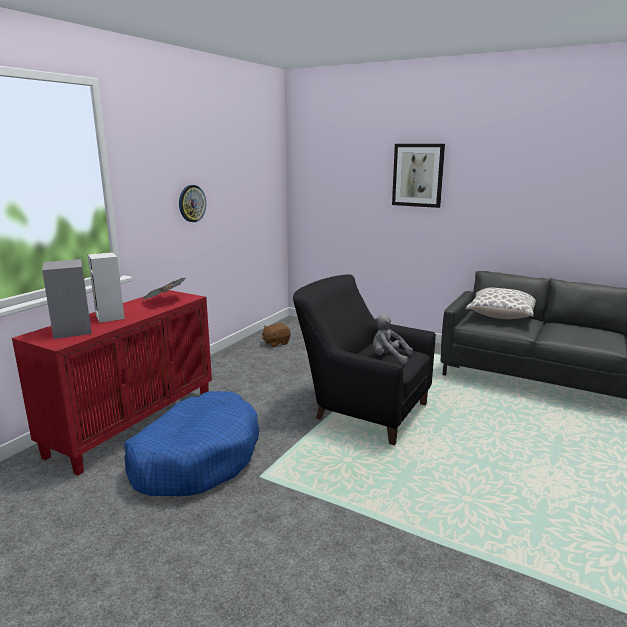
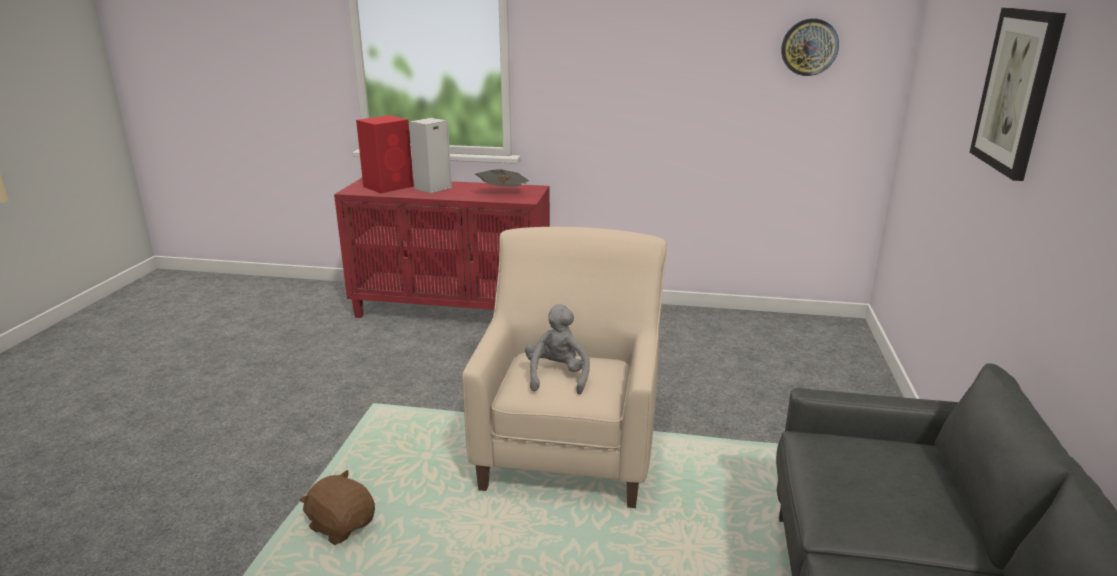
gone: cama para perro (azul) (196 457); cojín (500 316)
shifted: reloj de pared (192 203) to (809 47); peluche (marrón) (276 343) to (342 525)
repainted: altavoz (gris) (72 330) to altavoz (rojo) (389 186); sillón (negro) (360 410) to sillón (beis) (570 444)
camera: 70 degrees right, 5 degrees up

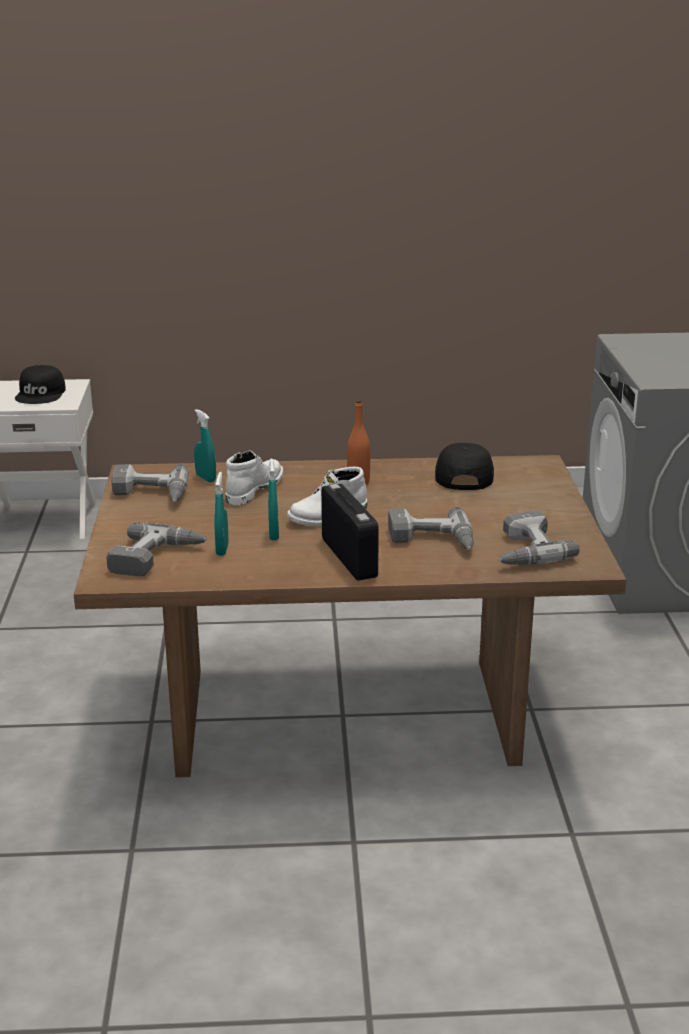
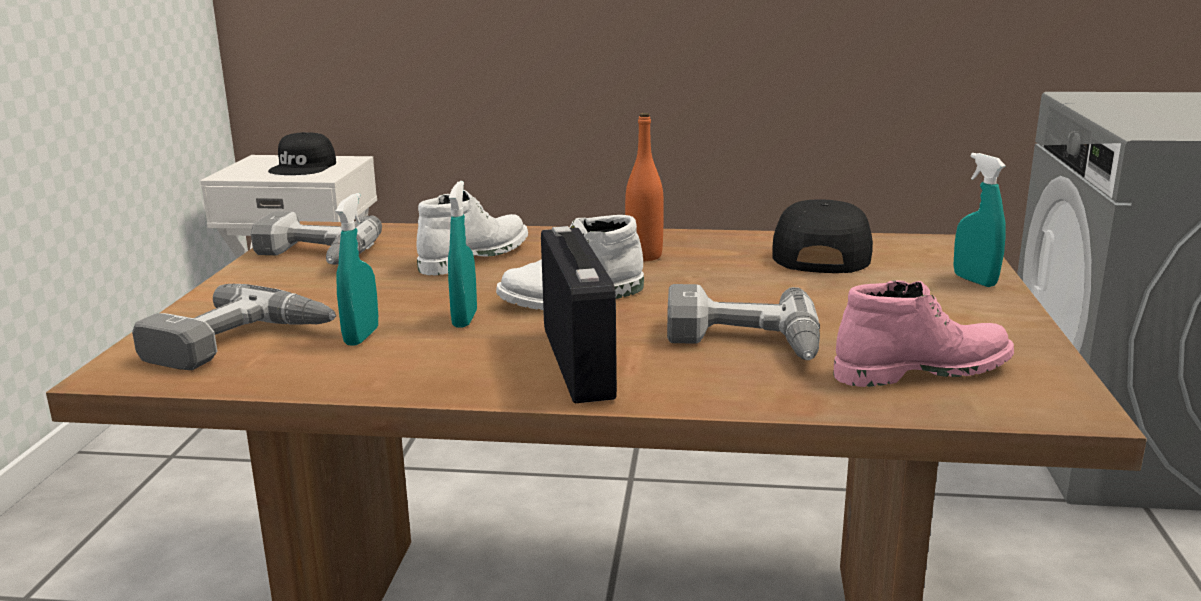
shifted: pulverizador (turquesa) (205 478) to (974 280)
swapped: taladro (524 550) to bota (rosa) (920 370)
camera: 10 degrees right, 5 degrees down

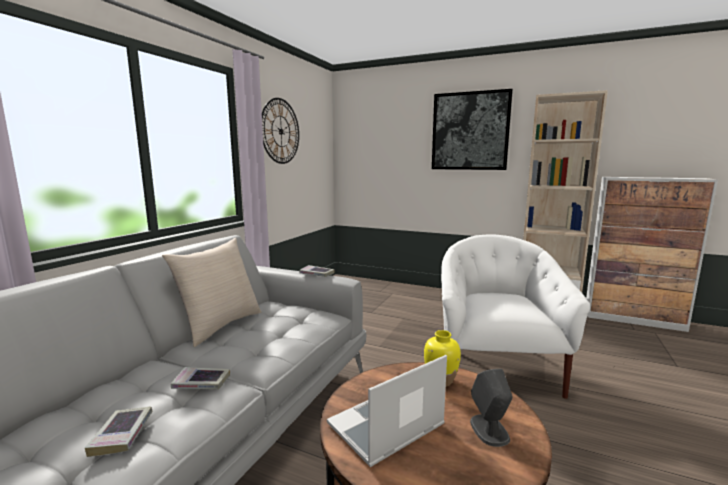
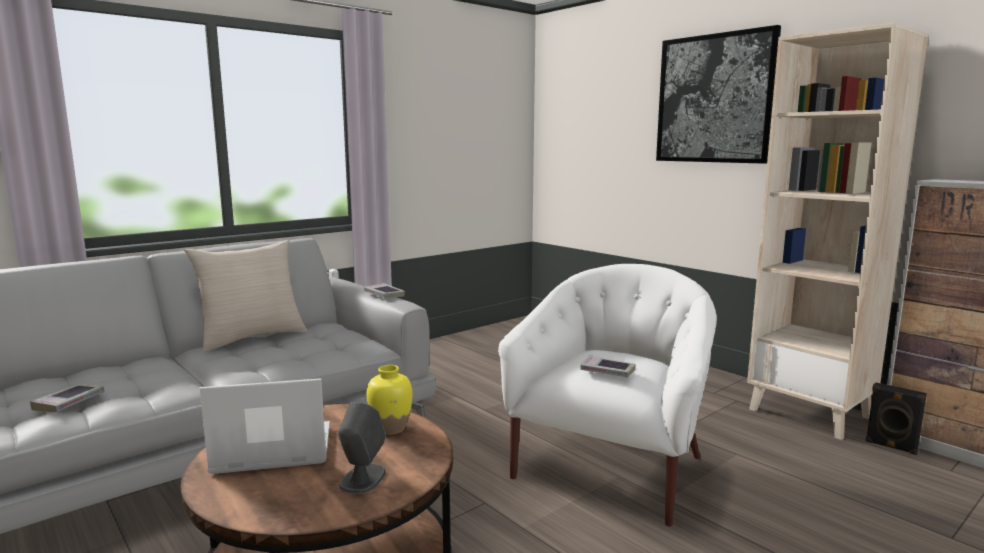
gone: reloj de pared (280 131)
new: altavoz (negro) (891 446)
shifted: libro (201 383) to (607 371)
camera: 25 degrees right, 0 degrees up

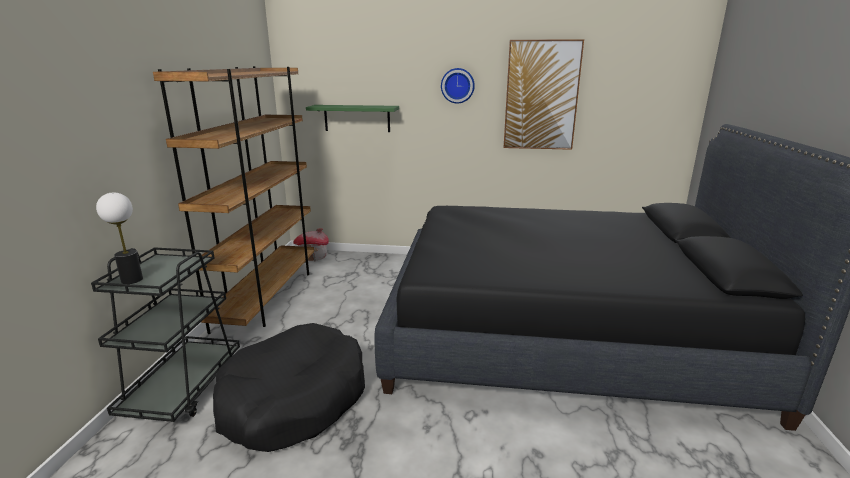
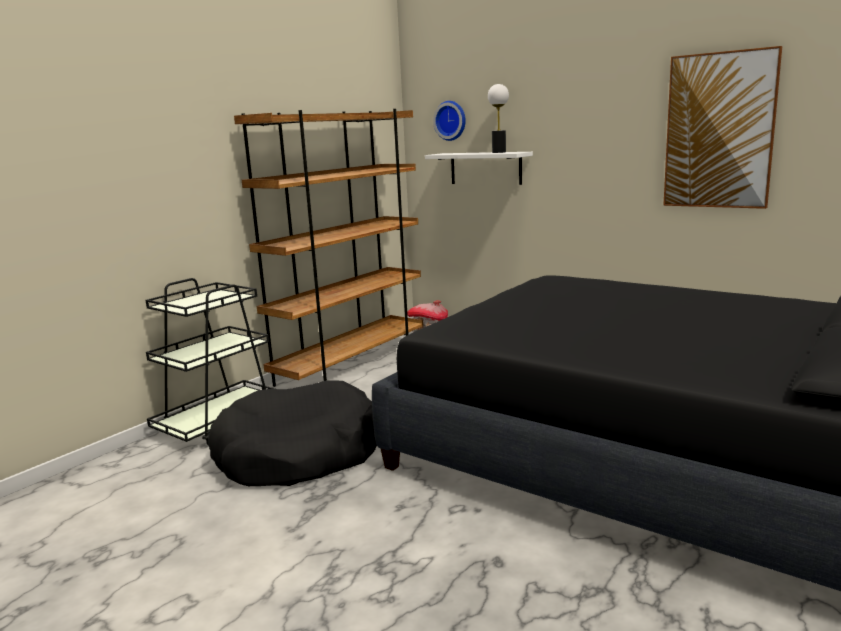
shifted: lámpara de mesa (132 280) to (499 152); reloj de pared (457 85) to (451 120)
repainted: estante (verde) (357 118) to estante (blanco) (485 168)
camera: 30 degrees right, 5 degrees down

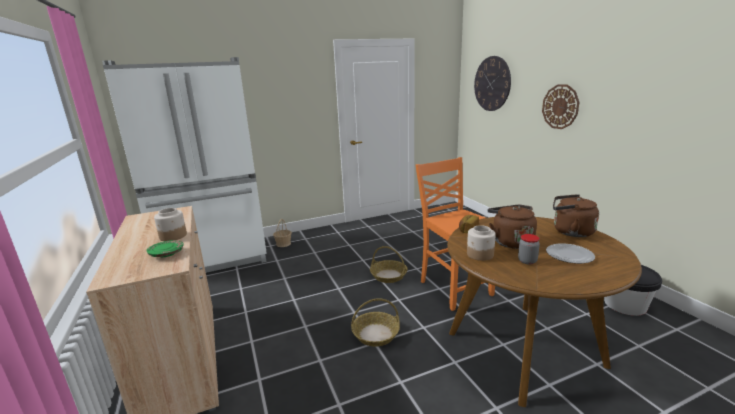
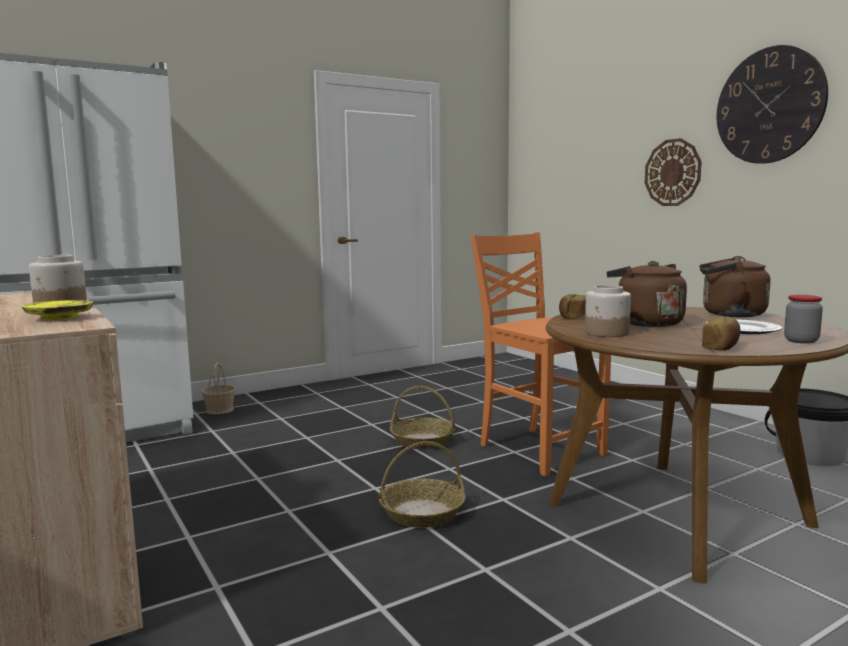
new: pan (721 347)
shifted: reloj de pared (492 83) to (769 105); tarro (527 261) to (801 341)
repainted: plato (verde) (166 254) to plato (amarillo) (59 318)
camera: 10 degrees left, 10 degrees down

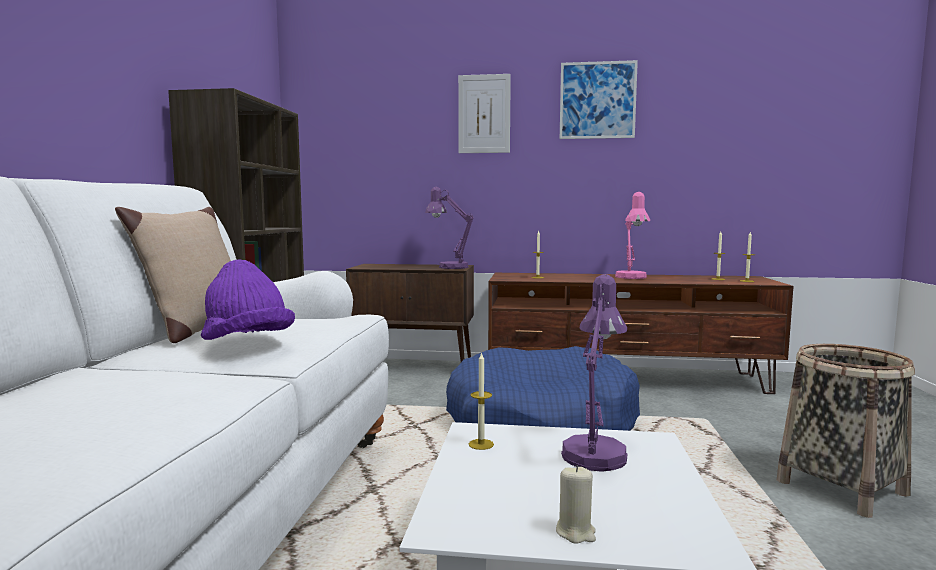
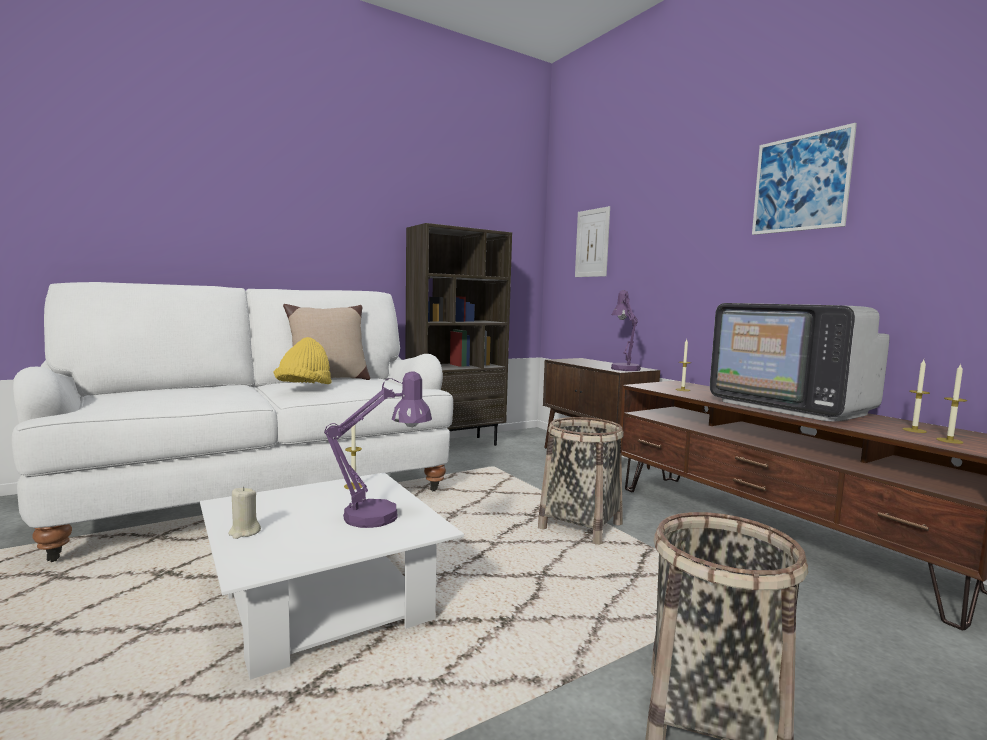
shifted: cuadro (484 114) to (592 243)
swapped: cama para perro (azul) (541 421) to cesta (581 526); lámpara de mesa (rosa) (632 278) to televisor (789 407)
repainted: sombrero (morado) (247 343) to sombrero (amarillo) (304 387)
camera: 50 degrees right, 0 degrees up

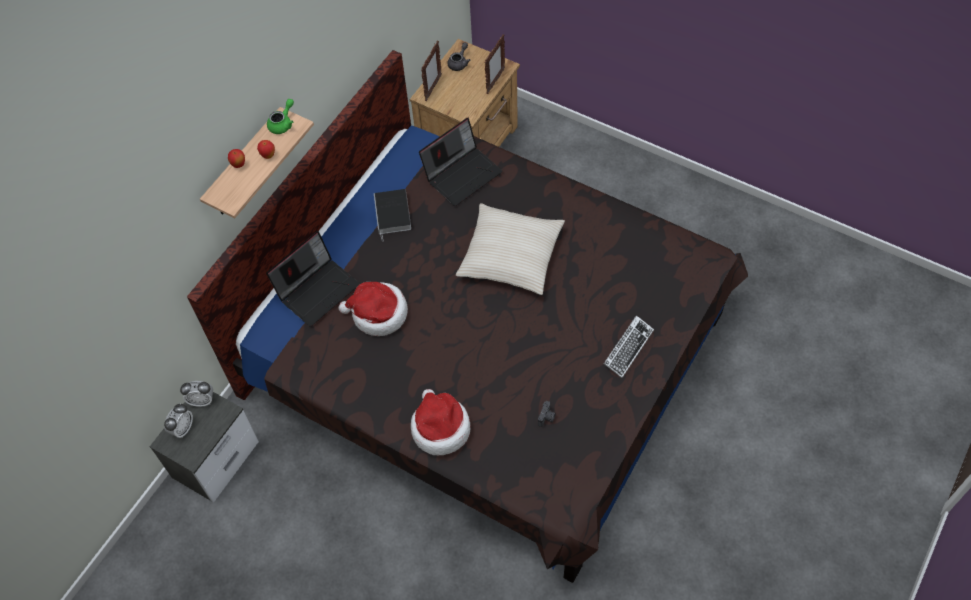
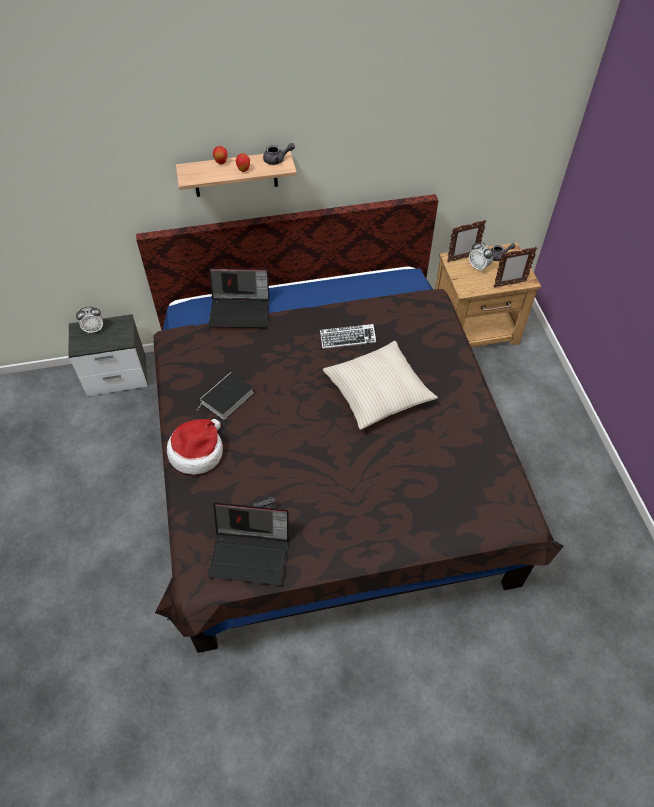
gone: sombrero (378 314)
shifted: despertador (202 400) to (478 267); libro (393 215) to (226 399); portátil (462 173) to (251 553); teclado (628 348) to (347 338)
repainted: tetera (verde) (283 124) to tetera (gris) (277 160)
camera: 45 degrees right, 5 degrees down

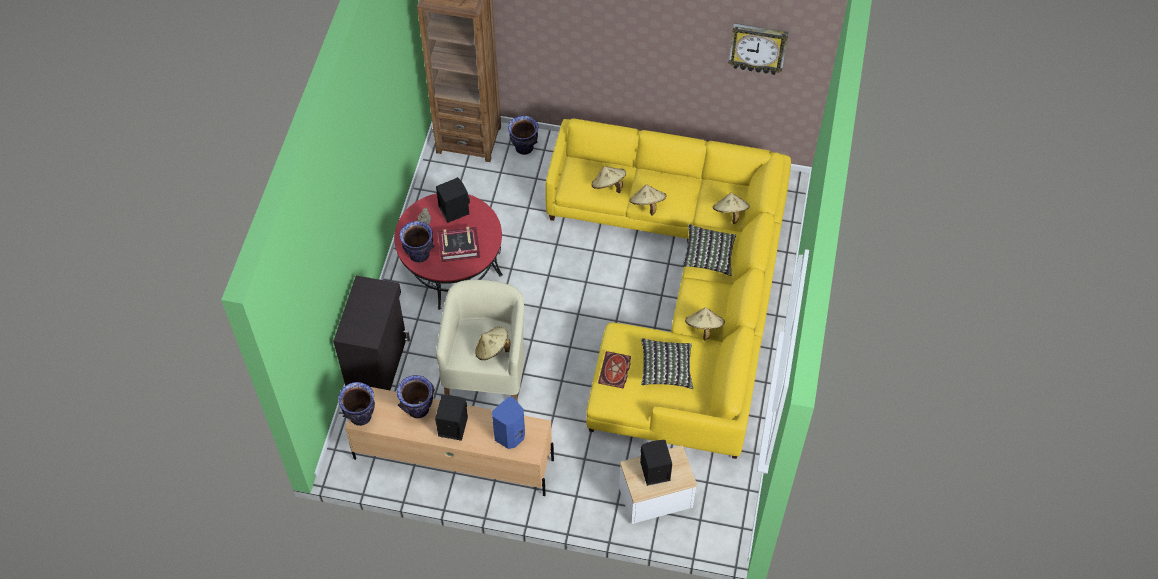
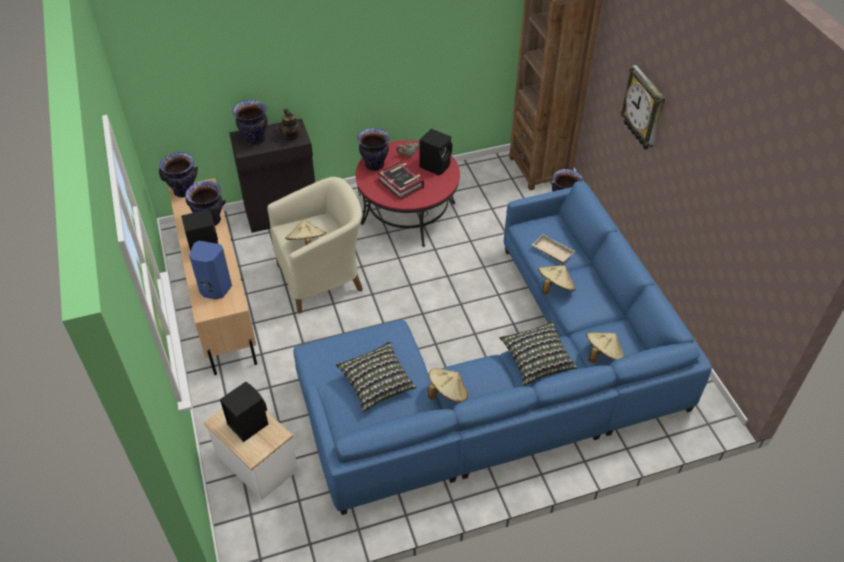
gone: libro (615 372)
new: florero (255 139); tetera (291 136)
shifted: reloj de pared (758 48) to (644 109)
swapped: sombrero (beis) (608 186) to bandeja (beis) (551 251)
repainted: sofá (amarillo) (680 291) to sofá (azul) (506 378)
camera: 60 degrees right, 10 degrees down

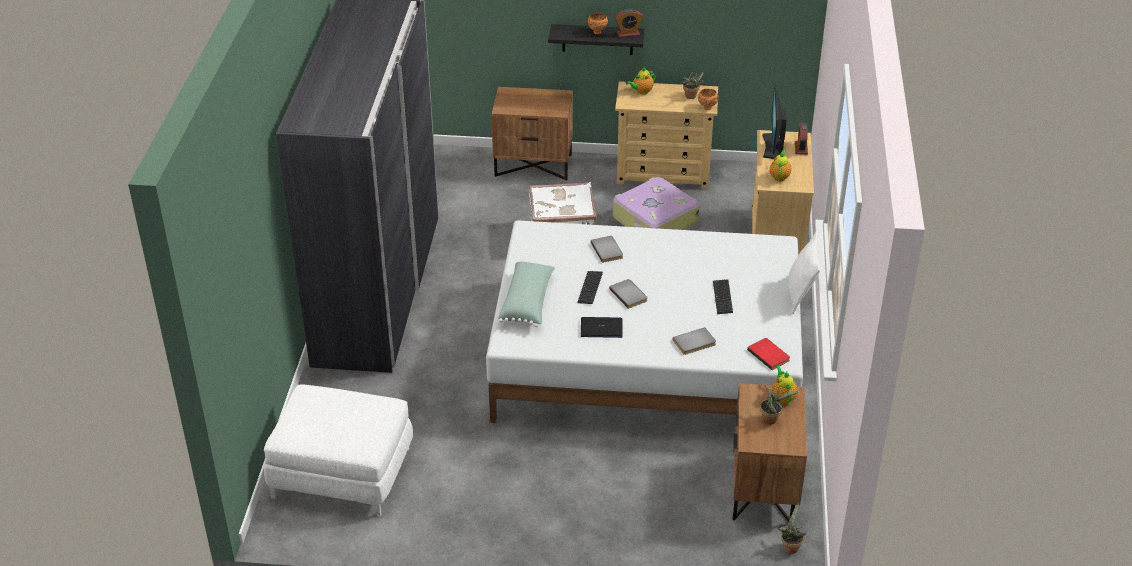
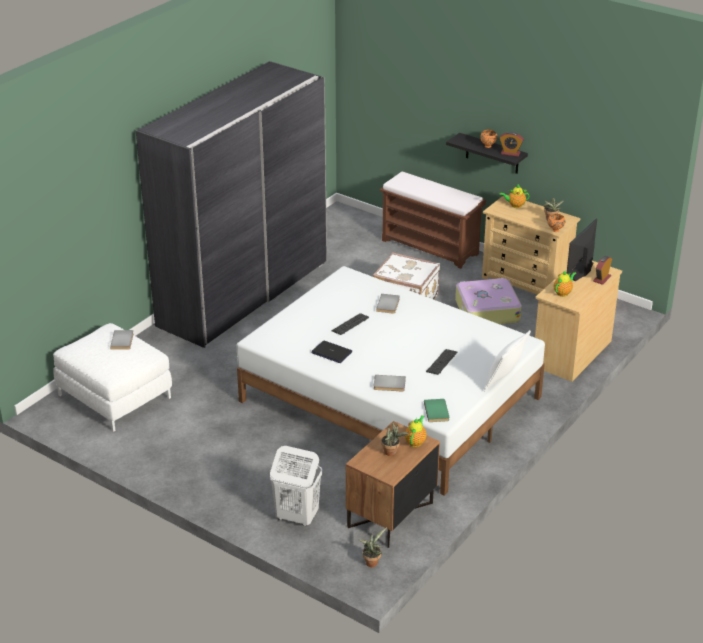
gone: cojín (verde) (528 302)
new: cesto de la ropa (blanco) (296 517)
shifted: libro (gris) (629 294) to (123 341)
swapped: mesita de noche (marrón) (533 165) to banco (marrón) (431 247)
repainted: libro (rojo) (769 355) to libro (verde) (437 411)
camera: 30 degrees right, 5 degrees down

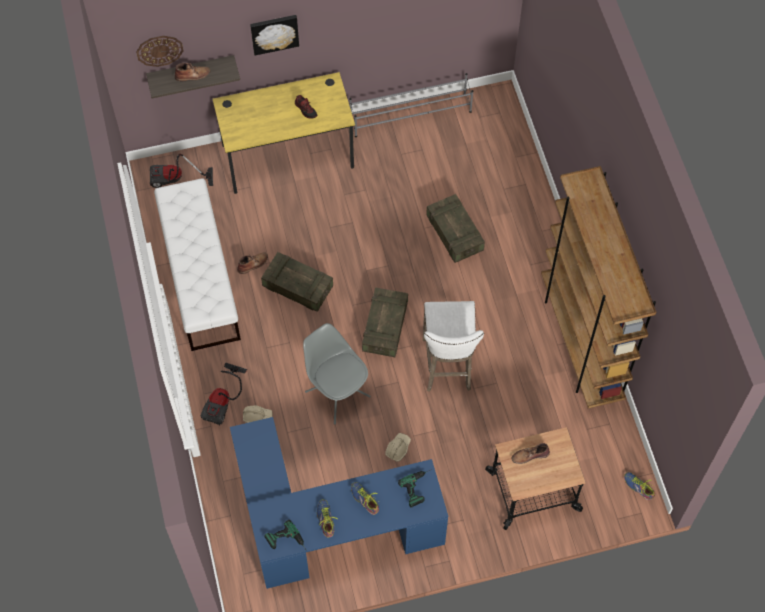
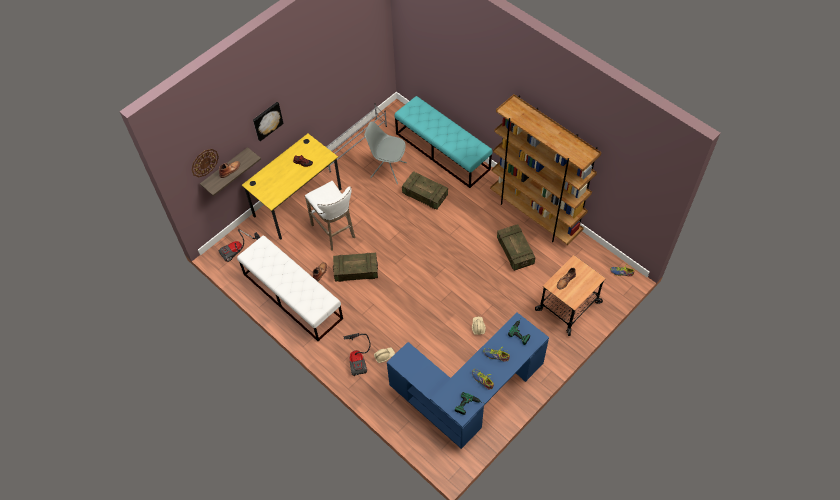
new: banco (turquesa) (443 151)
shifted: silla (gris) (337 393) to (387 170); caja de embalaje (385 327) to (515 251); taburete (blanco) (447 367) to (335 232)
camera: 30 degrees left, 5 degrees down

